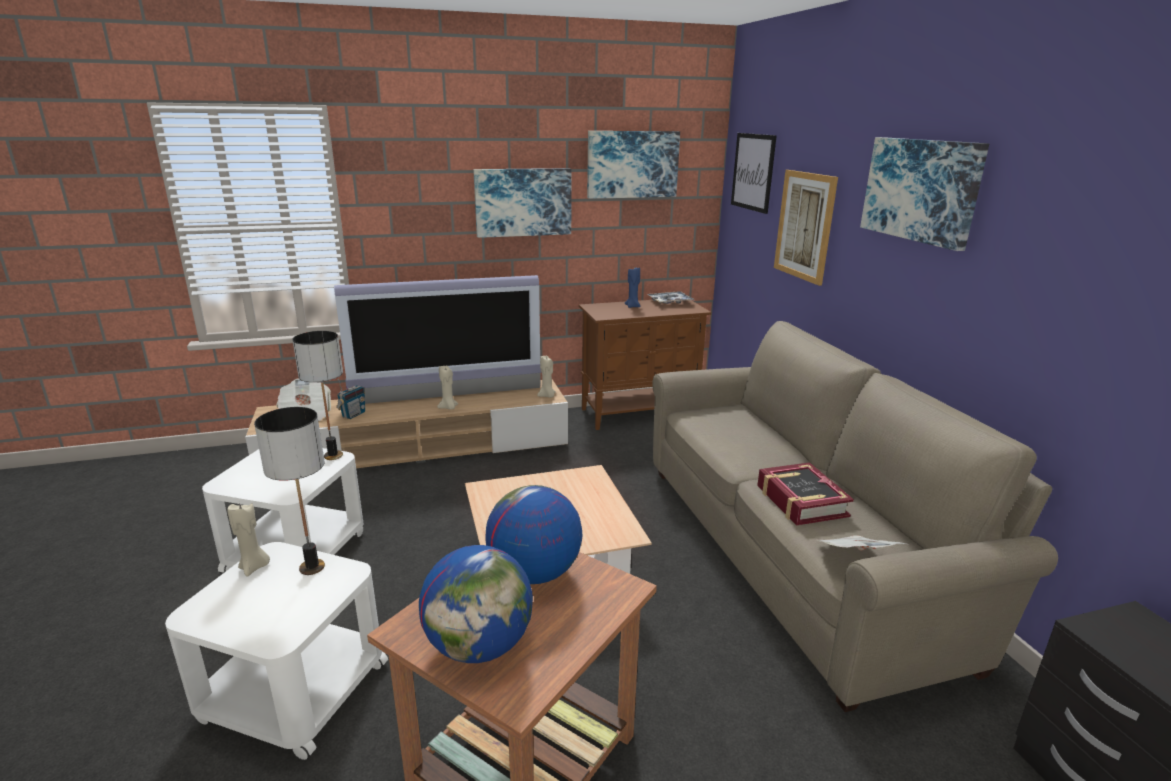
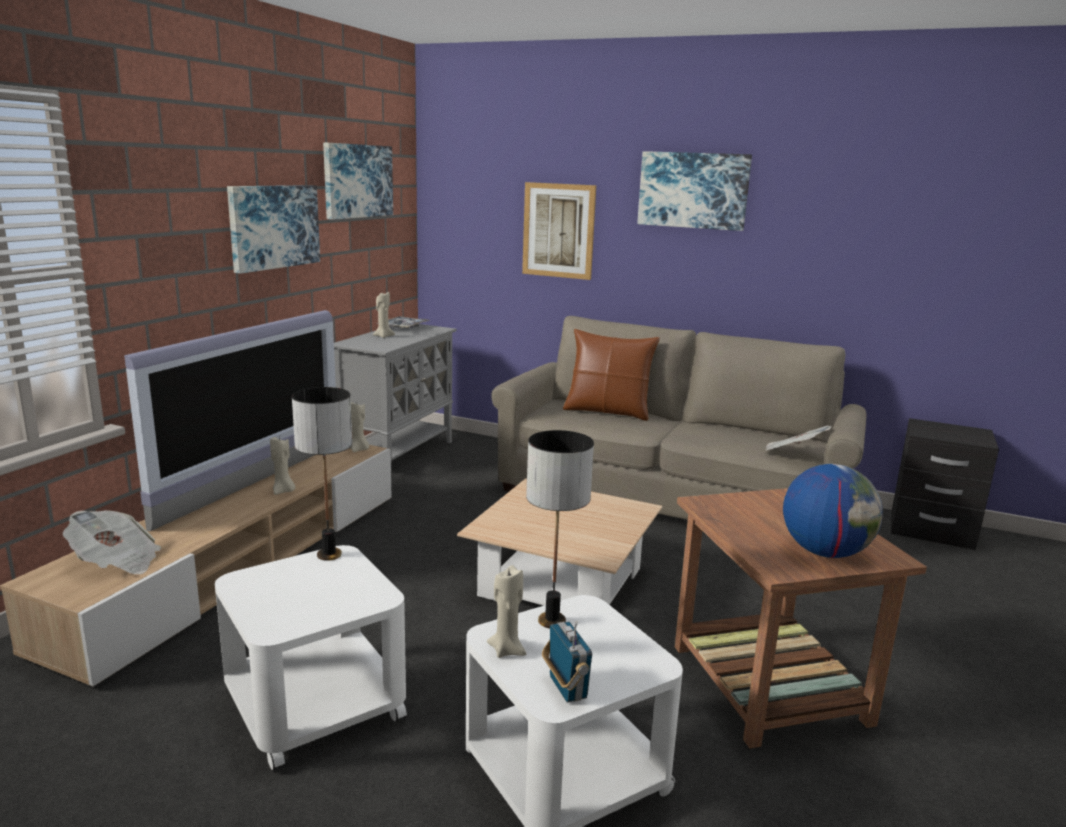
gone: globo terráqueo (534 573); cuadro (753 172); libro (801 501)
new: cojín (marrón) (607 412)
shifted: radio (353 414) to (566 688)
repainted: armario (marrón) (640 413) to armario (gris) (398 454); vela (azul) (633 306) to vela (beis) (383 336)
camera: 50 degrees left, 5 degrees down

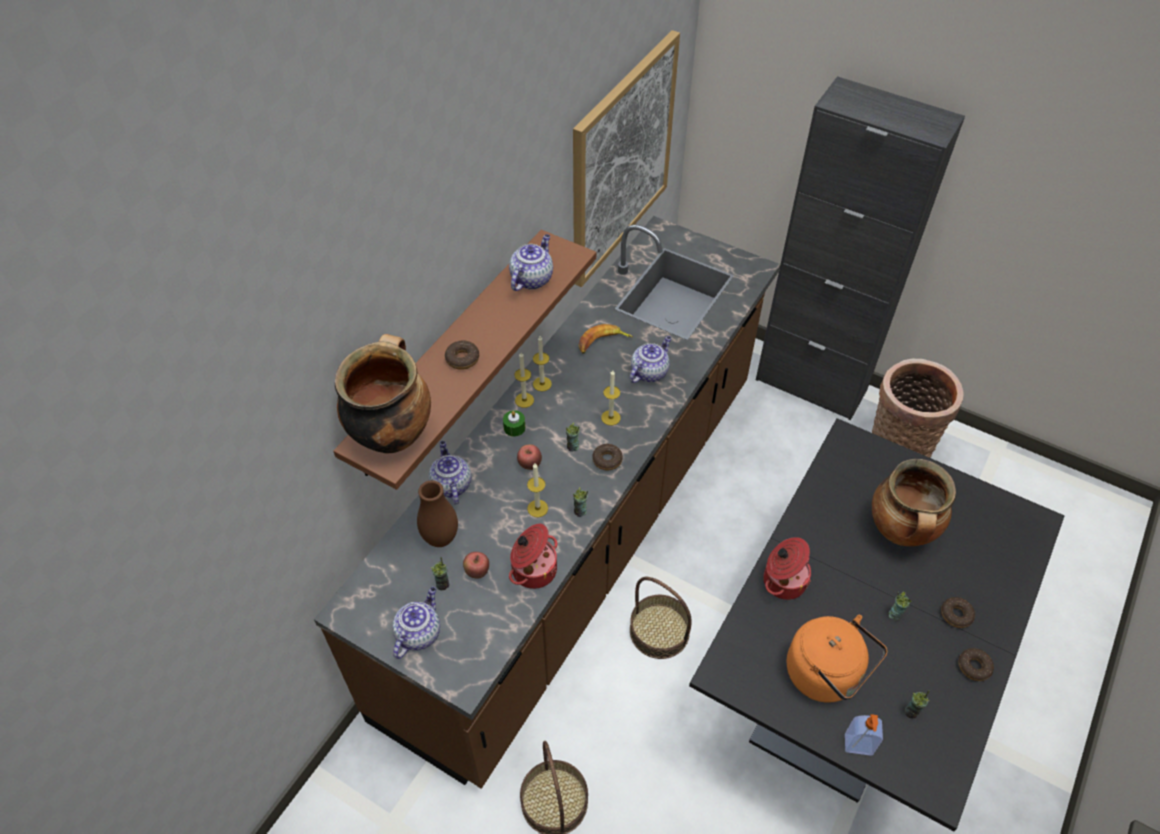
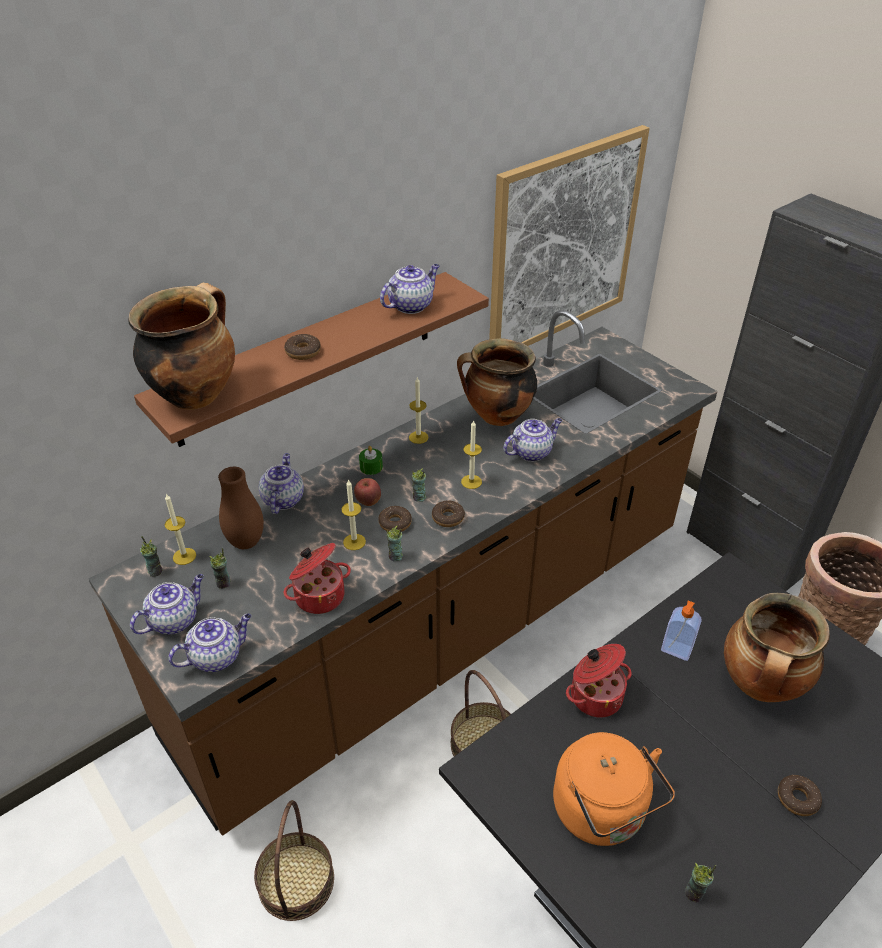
gone: manzana (477 572)
new: tetera (217 656)
shifted: vela (524 400) to (184 556); dispensador de jabón (858 746) to (676 650); taza (895 614) to (155 571); rosquilla (974 667) to (395 523)
swapped: plátano (602 342) to olla (497 417)
camera: 20 degrees right, 10 degrees down

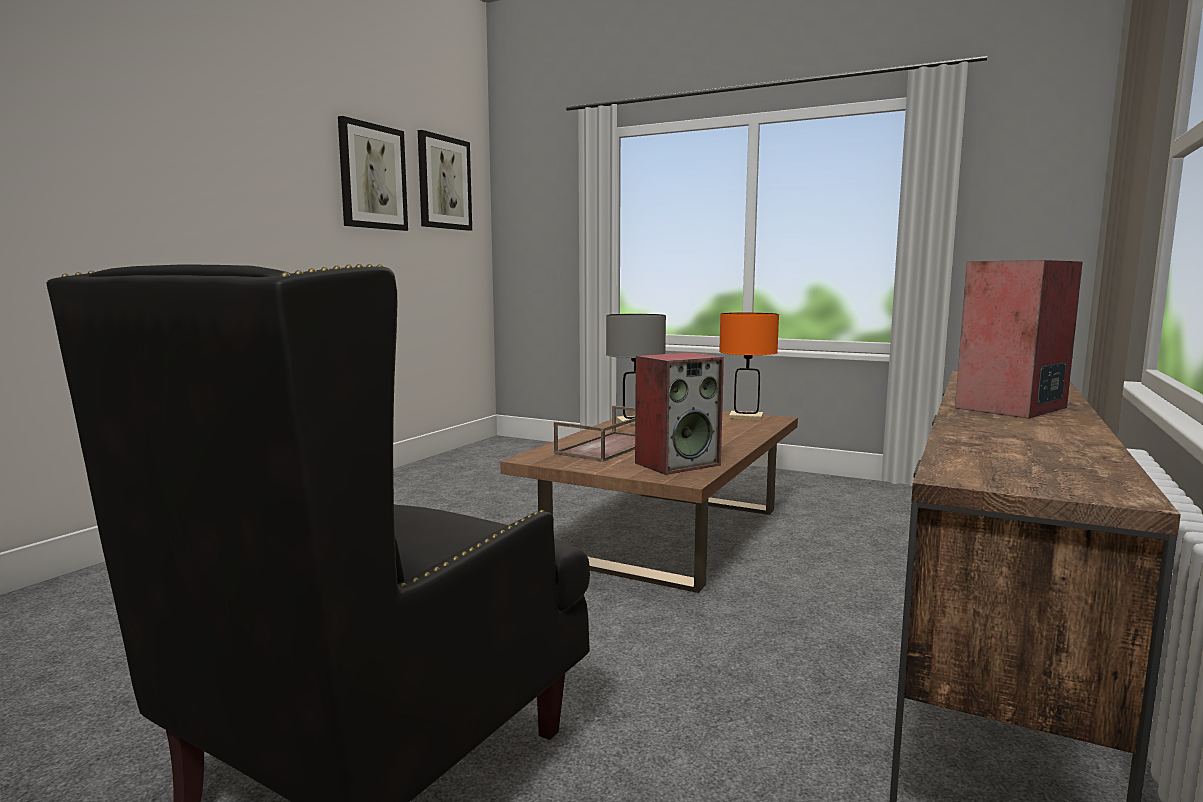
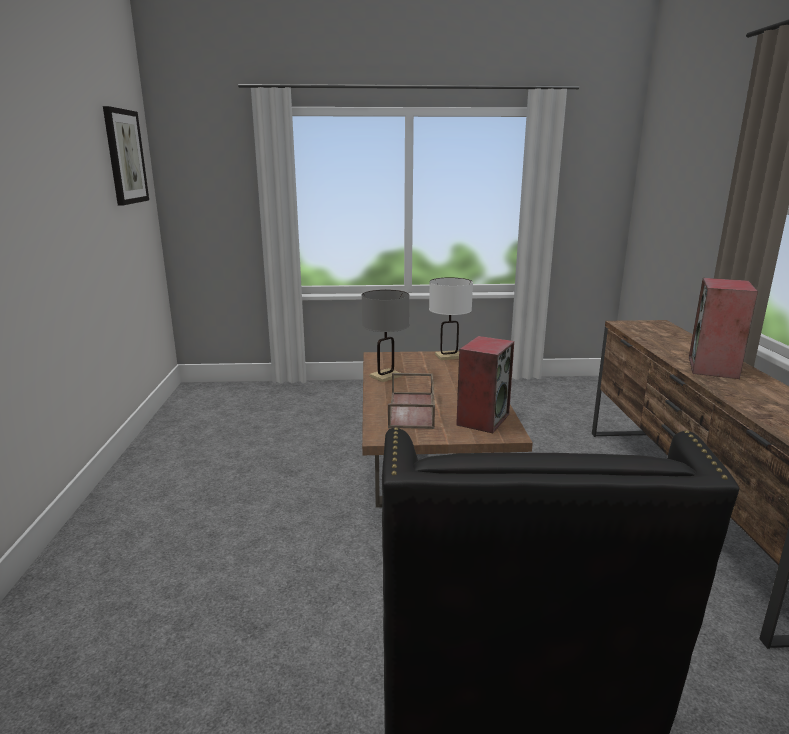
gone: cuadro (372 177)
repainted: lámpara de mesa (naranja) (746 417) to lámpara de mesa (blanco) (448 356)
camera: 30 degrees left, 10 degrees up

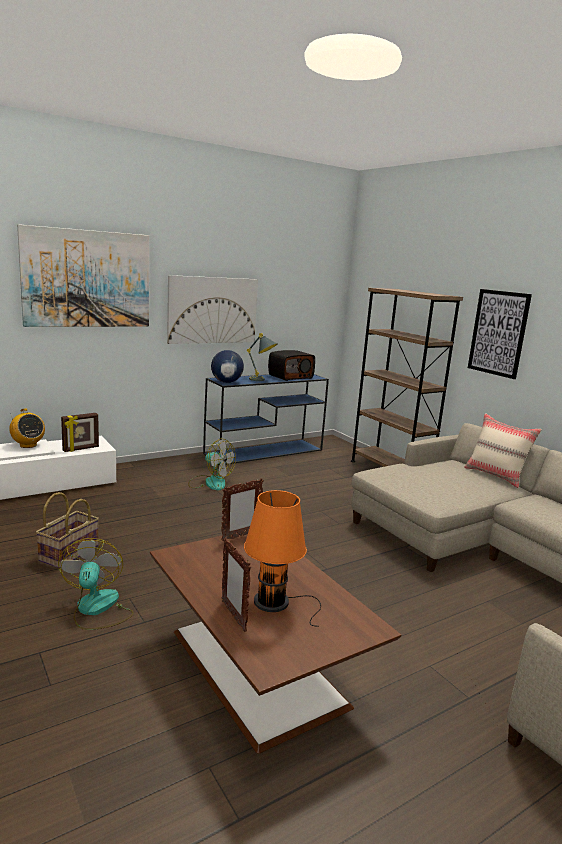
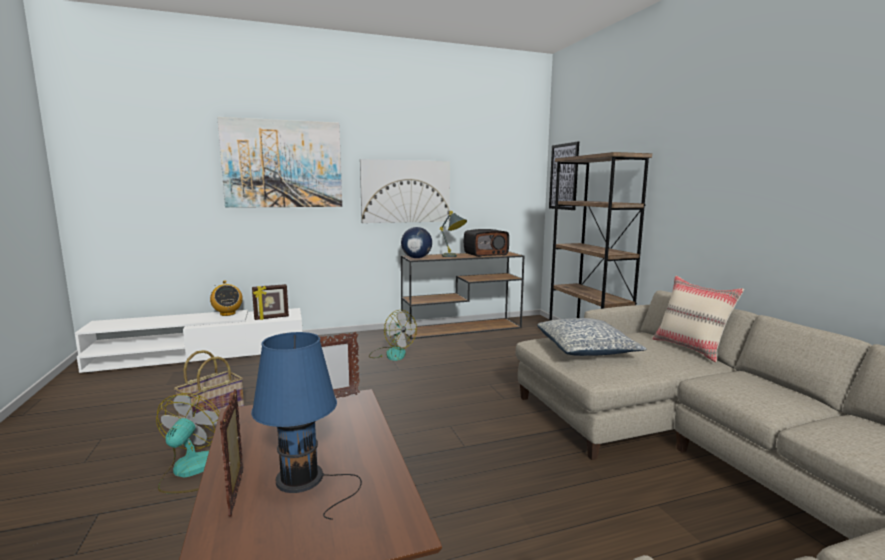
new: cojín (586 350)
shifted: cuadro (498 333) to (564 176)
repainted: mesa consola (azul) (265 451) to mesa consola (marrón) (462 328); lámpara de mesa (naranja) (275 602) to lámpara de mesa (azul) (304 480)
camera: 15 degrees right, 5 degrees down

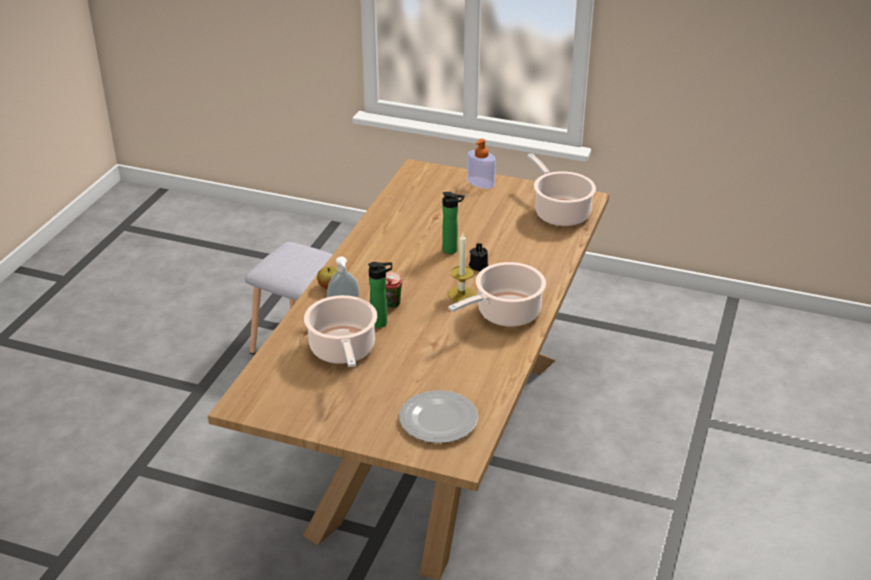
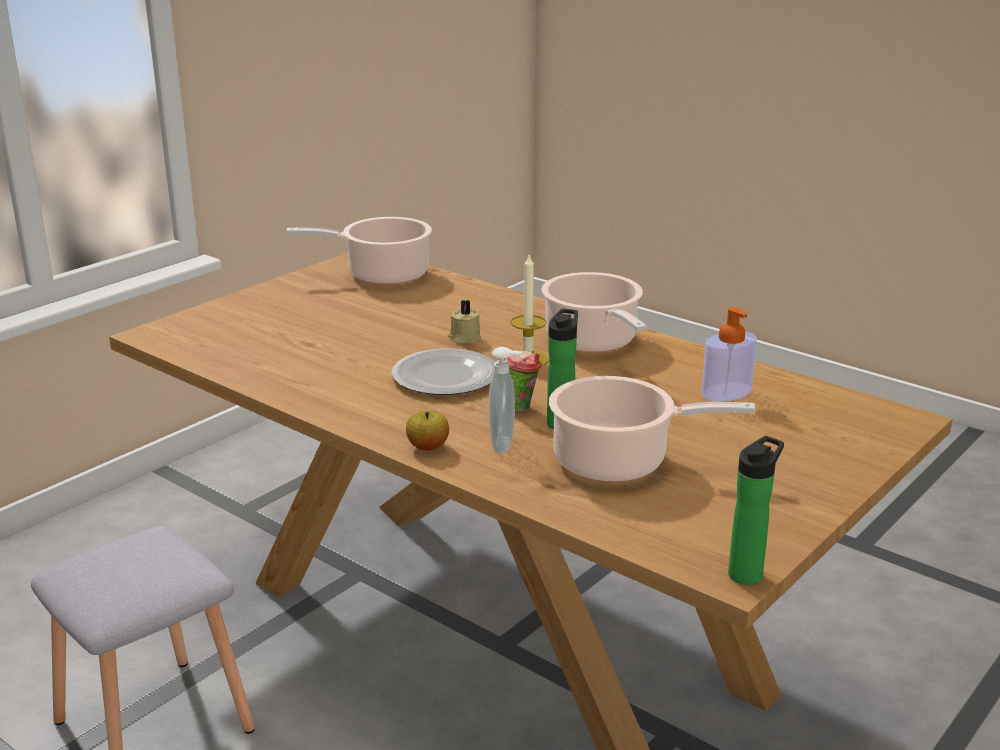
shifted: plato (438 419) to (444 377); botella (452 250) to (748 573); dispensador de jabón (480 183) to (726 392)
repainted: vela (negro) (479 265) to vela (beis) (464 338)
camera: 70 degrees left, 10 degrees down

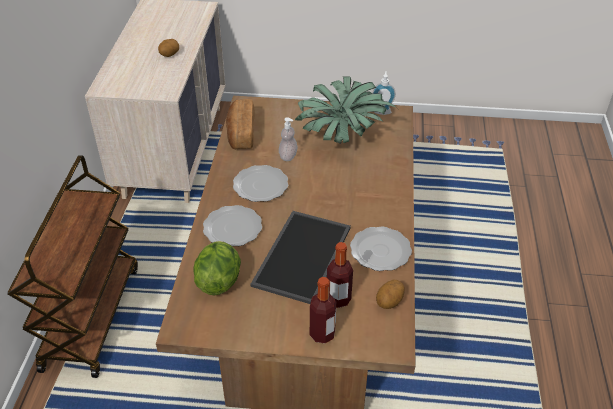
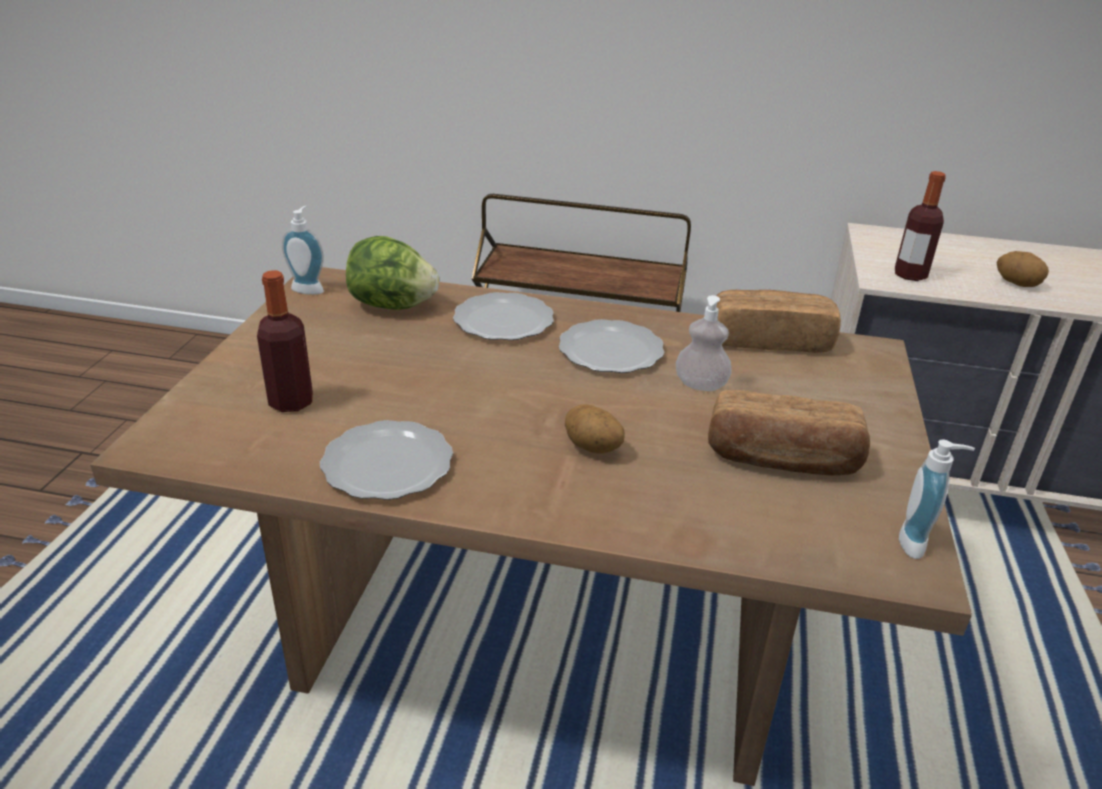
gone: bandeja (301 255)
new: dispensador de jabón (309 288)
shifted: botella (322 334) to (910 275); patata (389 302) to (592 448)
swapped: planta en maceta (341 136) to pan (782 459)
camera: 95 degrees right, 10 degrees down

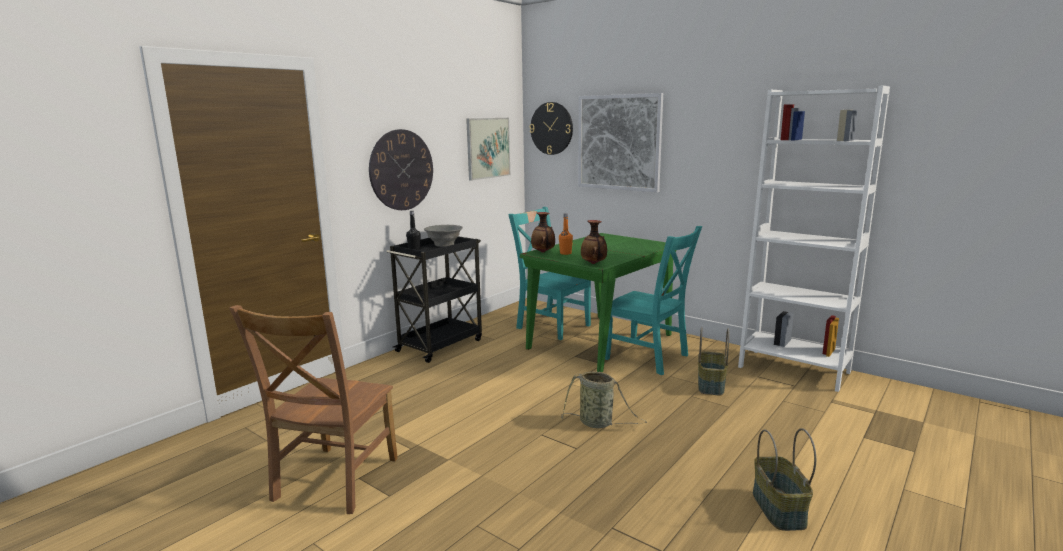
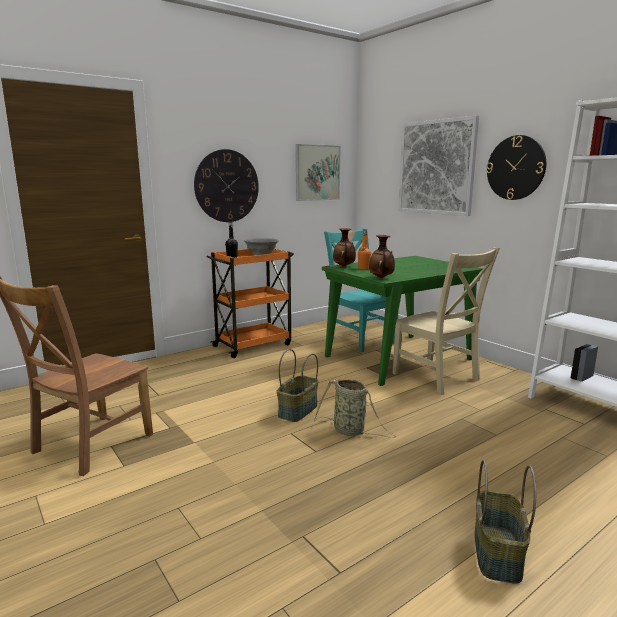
shifted: reloj de pared (551 128) to (516 168); cesta (711 385) to (298 411)
repainted: carrito (negro) (441 345) to carrito (naranja) (253 345); silla (turquesa) (649 358) to silla (beis) (438 378)
camera: 15 degrees right, 0 degrees up

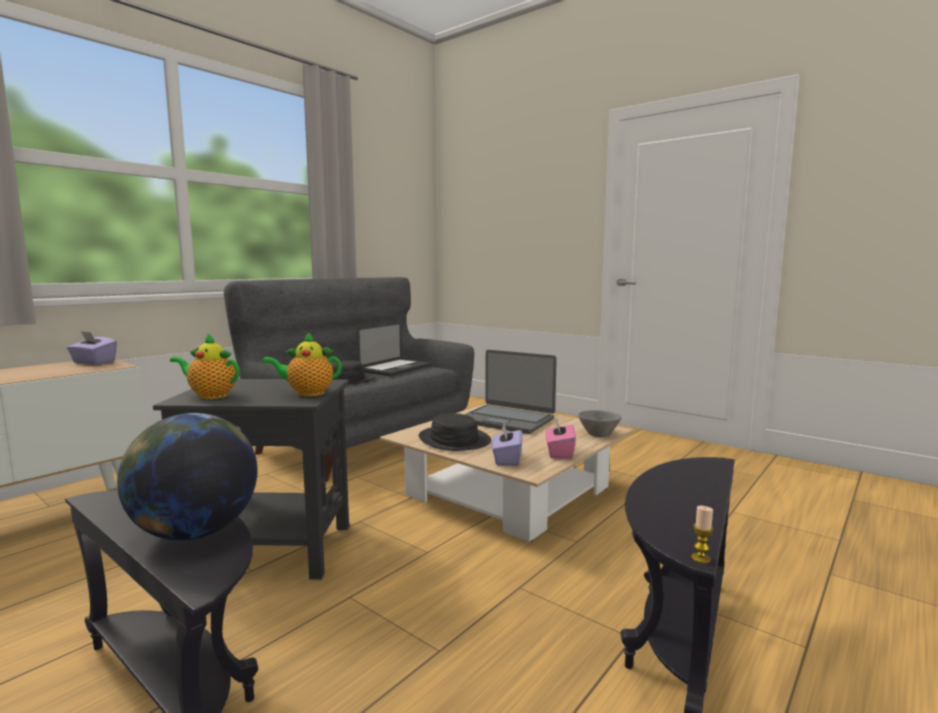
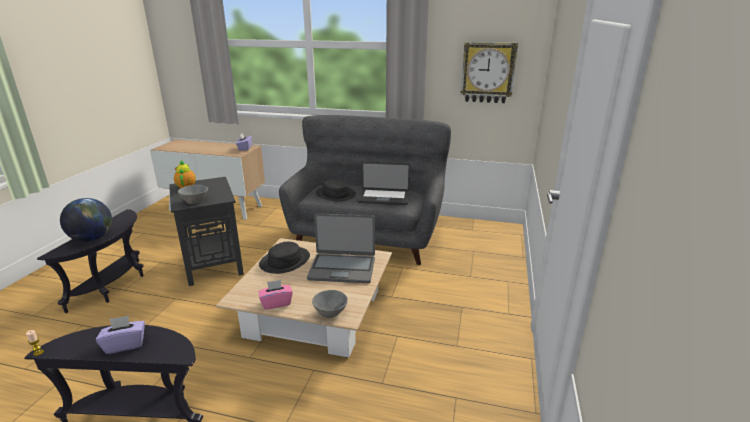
new: reloj de pared (488 72)
shifted: caja de pañuelos (morado) (507 459) to (125 344)
swapped: tetera (307 393) to cuenco (gris) (195 201)
rotated: portátil (507 420) = (342 268) 90 degrees counterclockwise
camera: 65 degrees right, 15 degrees up

